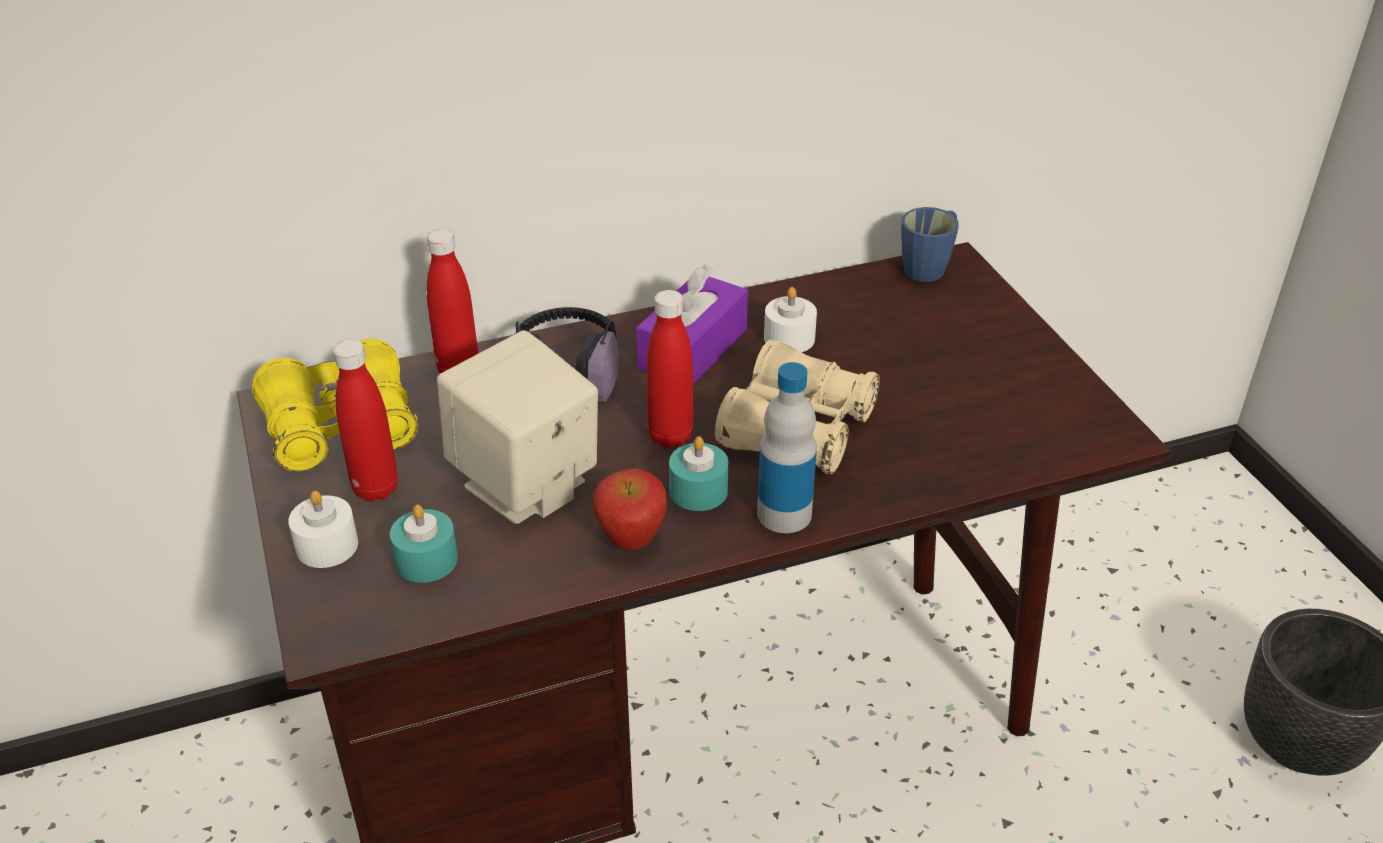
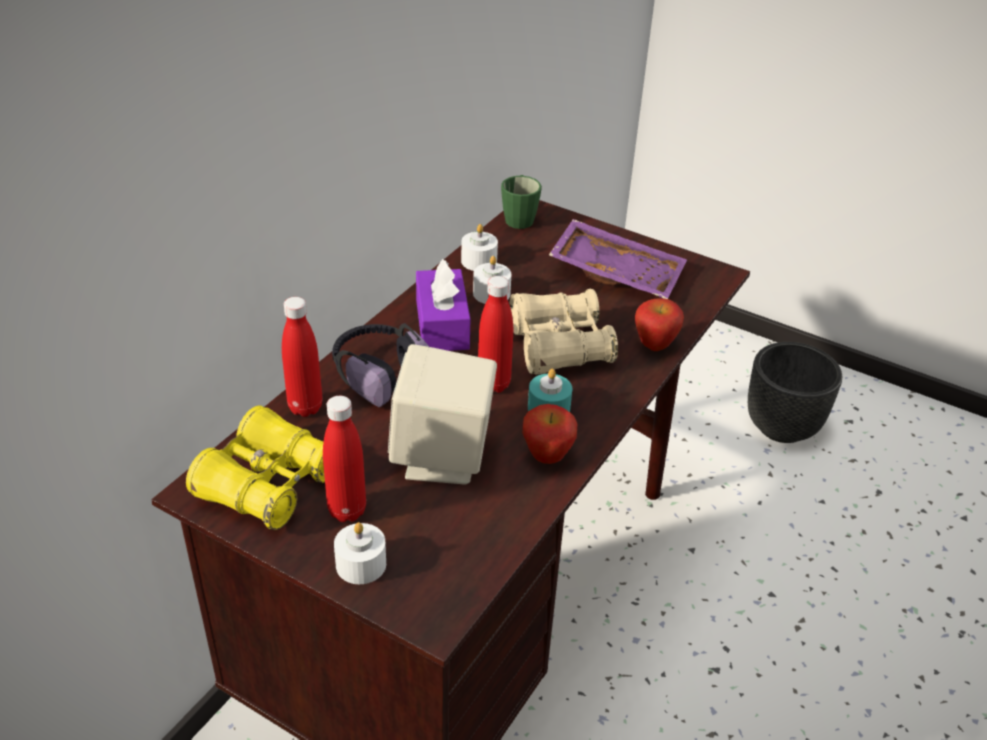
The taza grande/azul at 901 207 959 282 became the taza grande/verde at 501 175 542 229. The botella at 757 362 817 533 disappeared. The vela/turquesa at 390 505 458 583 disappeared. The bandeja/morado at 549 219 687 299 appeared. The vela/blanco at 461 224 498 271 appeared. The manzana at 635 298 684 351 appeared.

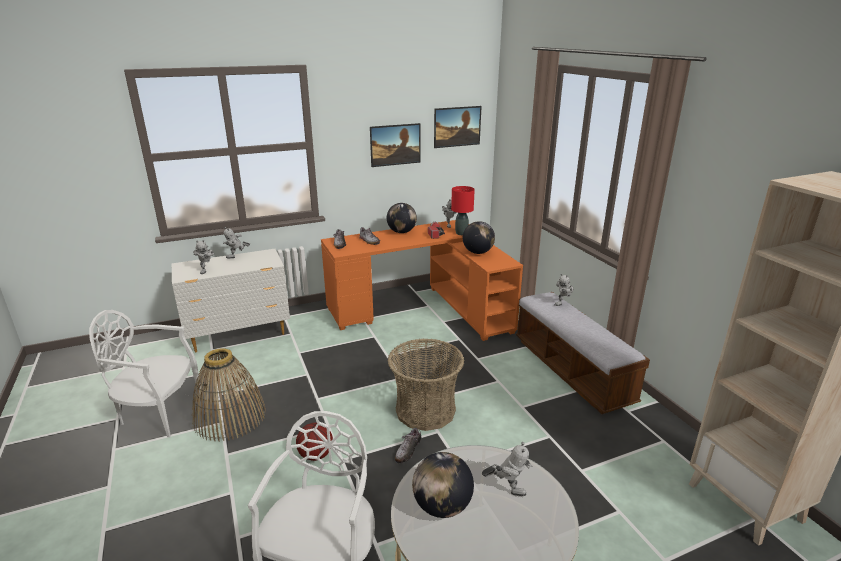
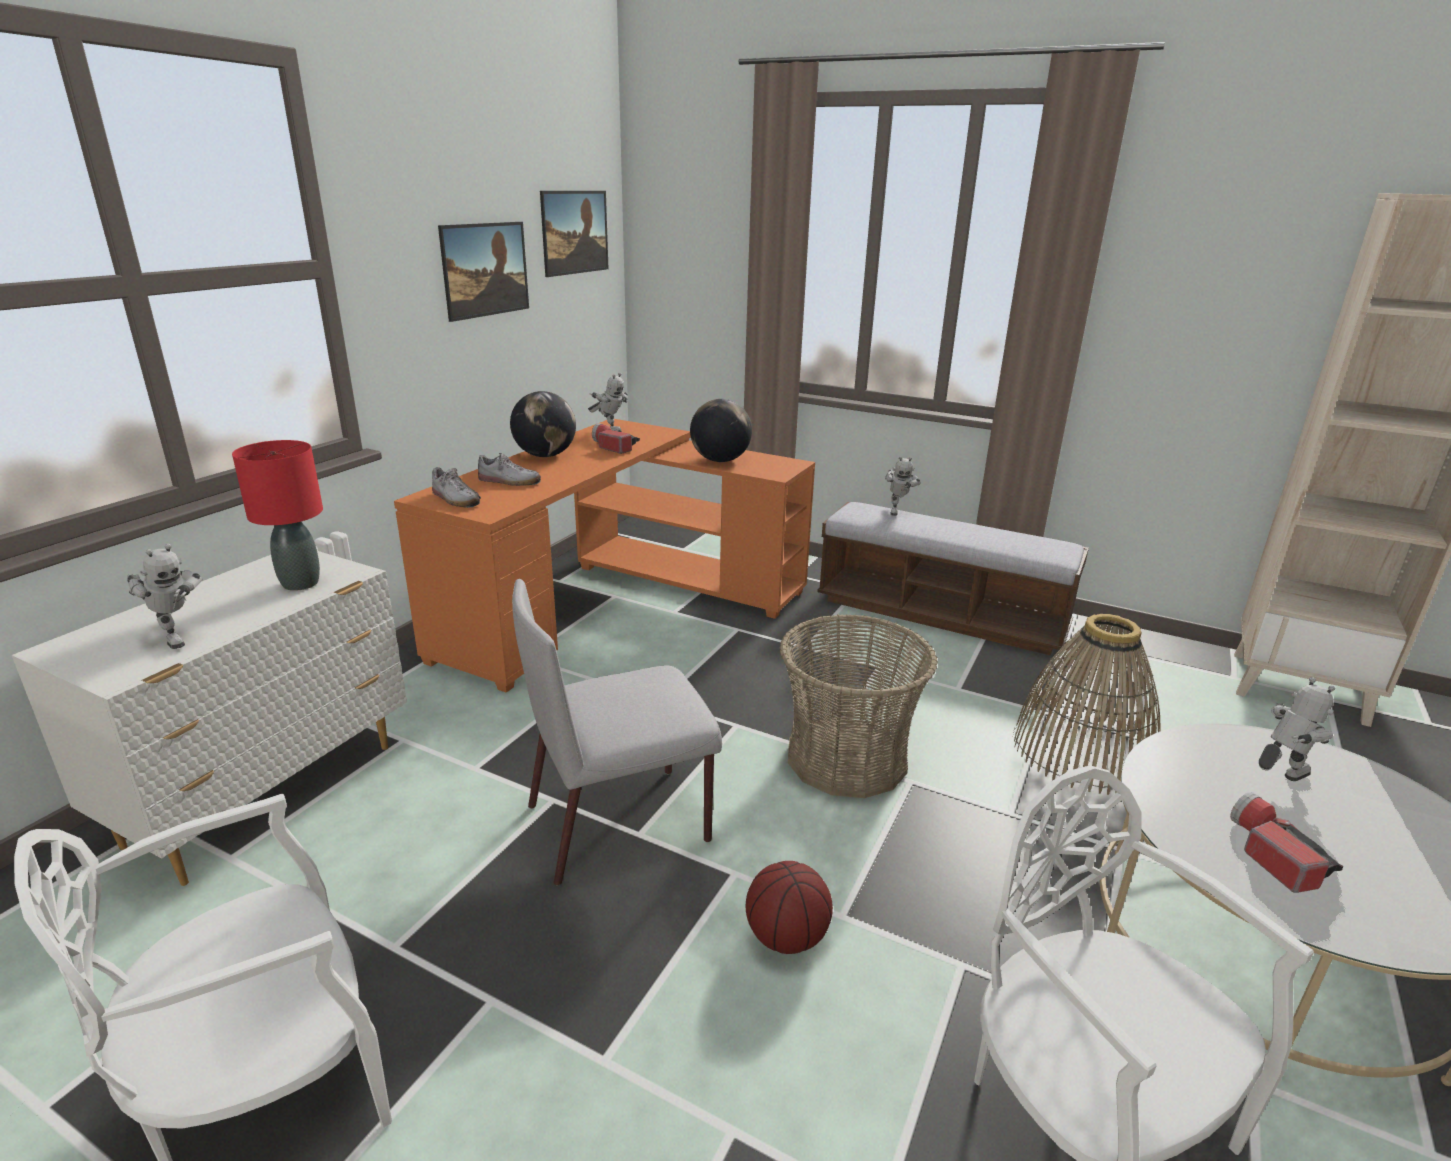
The lámpara de mesa/rojo moved from 451 186 475 235 to 232 440 323 591. The robot de juguete at 223 227 250 259 disappeared. The cesta moved from 192 348 266 442 to 1013 614 1161 795. The zapato at 395 428 421 463 disappeared. The globo terráqueo at 412 452 474 518 was replaced by the linterna at 1230 792 1344 893. The silla/gris at 512 579 722 886 appeared.

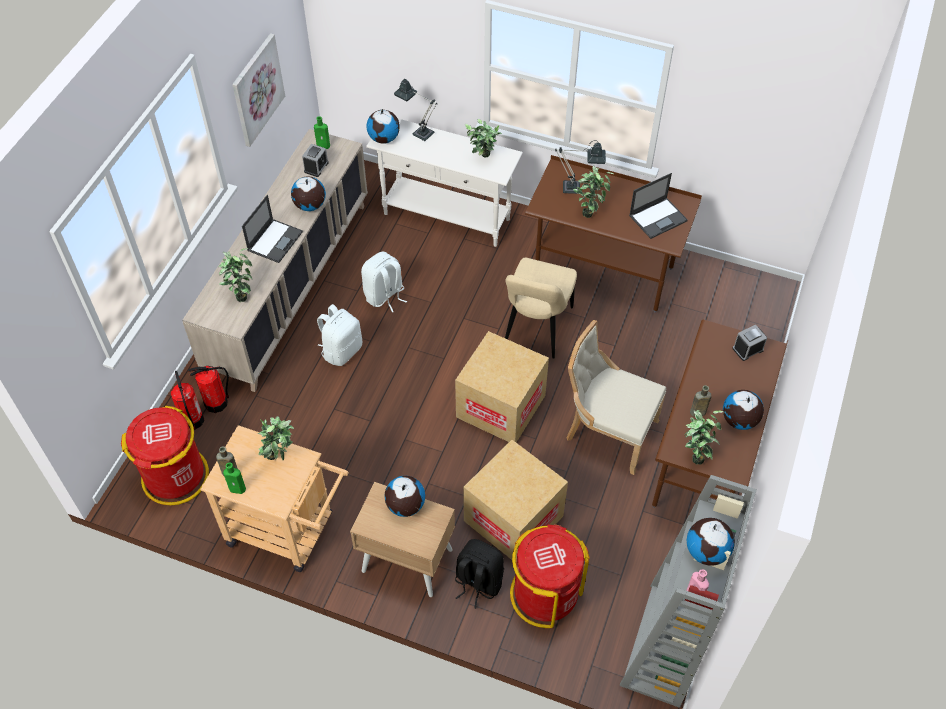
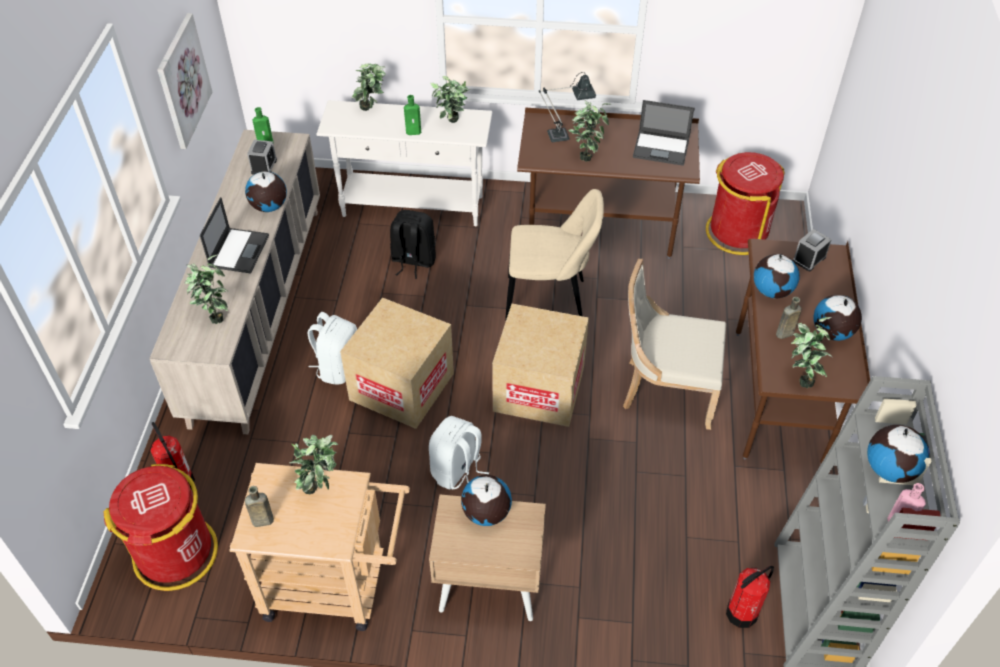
The lámpara de mesa at 394 79 437 141 was replaced by the planta en maceta at 352 63 386 111. The globo terráqueo moved from 366 109 400 144 to 754 254 800 298. The portátil at 629 173 688 239 turned 60 degrees clockwise. The mochila/blanco moved from 361 252 407 313 to 429 416 489 490. The silla/beis at 505 258 577 359 turned 90 degrees counterclockwise. The extintor moved from 188 366 229 413 to 726 566 774 628. The caja de cartón moved from 463 440 568 561 to 340 297 454 429. The botella/verde moved from 223 462 246 494 to 404 95 421 135. The papelera/rojo moved from 510 524 590 628 to 706 152 784 255. The mochila/negro moved from 455 539 504 609 to 390 210 436 279.

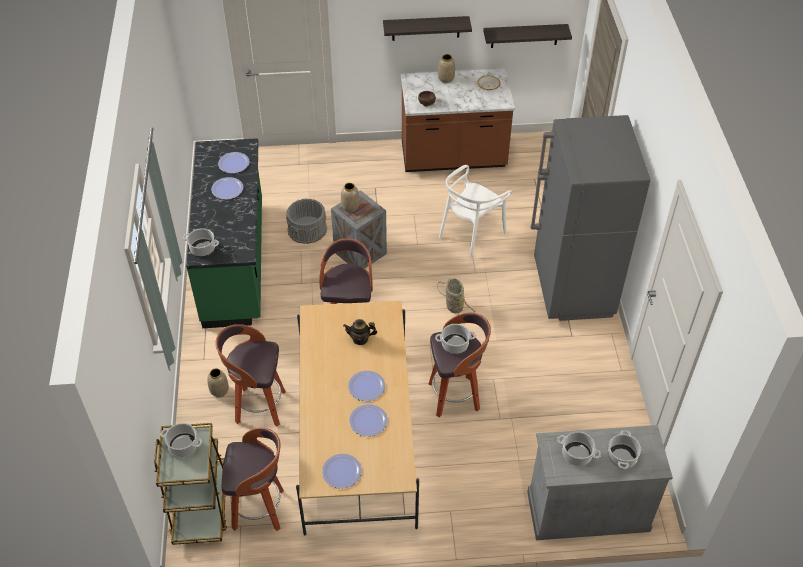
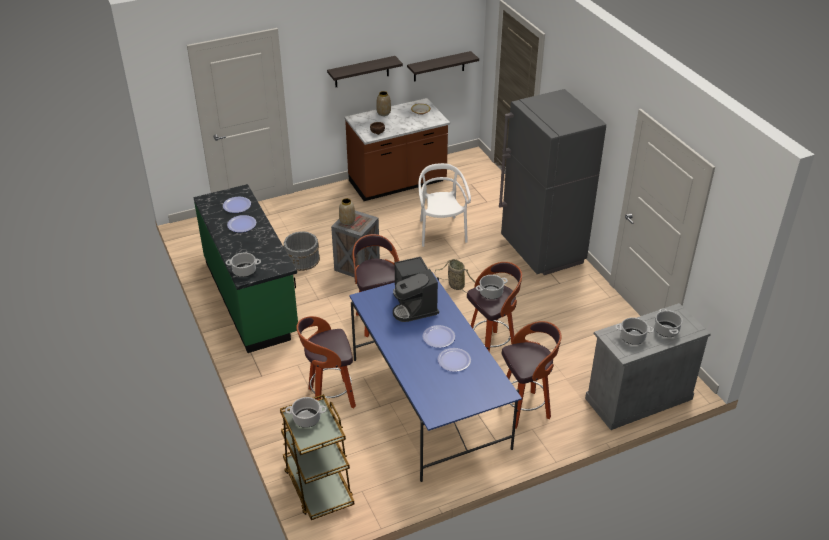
The silla/blanco at 439 165 512 258 turned 150 degrees clockwise. The mesa de comedor/beis at 296 301 419 536 became the mesa de comedor/azul at 349 272 522 482. The tetera at 343 319 377 345 was replaced by the cafetera at 393 257 439 322. The florero at 207 368 229 397 disappeared. The taburete moved from 222 428 284 531 to 502 321 562 429. The plato at 322 454 362 489 disappeared.

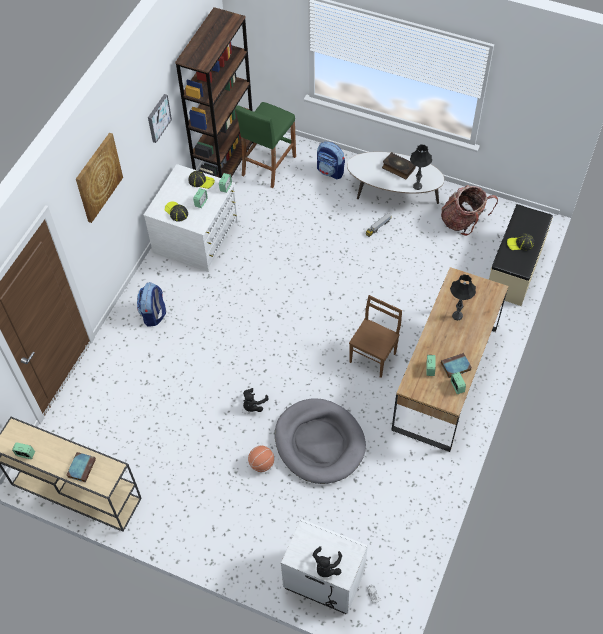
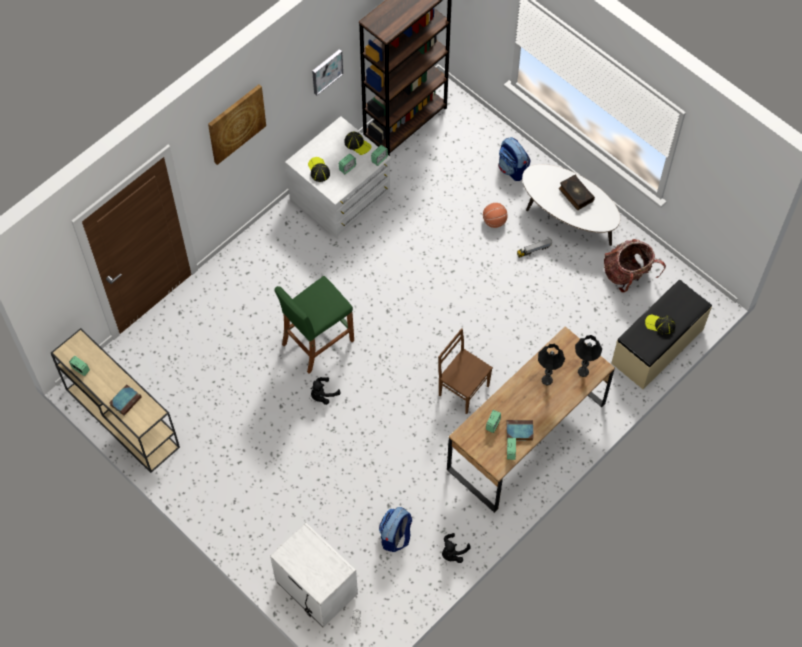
The taburete/verde moved from 235 102 296 188 to 274 276 354 373. The lámpara de mesa/negro moved from 410 144 432 190 to 575 335 602 377. The mochila moved from 137 282 166 327 to 379 507 412 552. The silla/marrón at 349 295 402 378 turned 105 degrees counterclockwise. The cama para perro/gris at 275 398 366 484 disappeared. The balón de baloncesto moved from 248 445 274 472 to 483 203 508 228. The peluche/negro moved from 313 546 342 577 to 442 533 470 563.

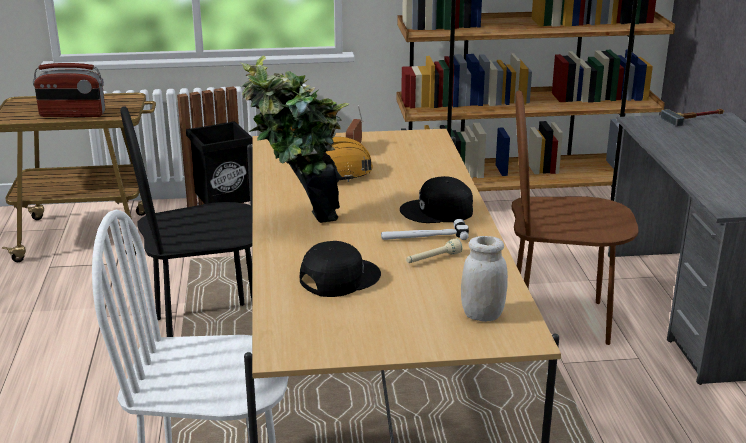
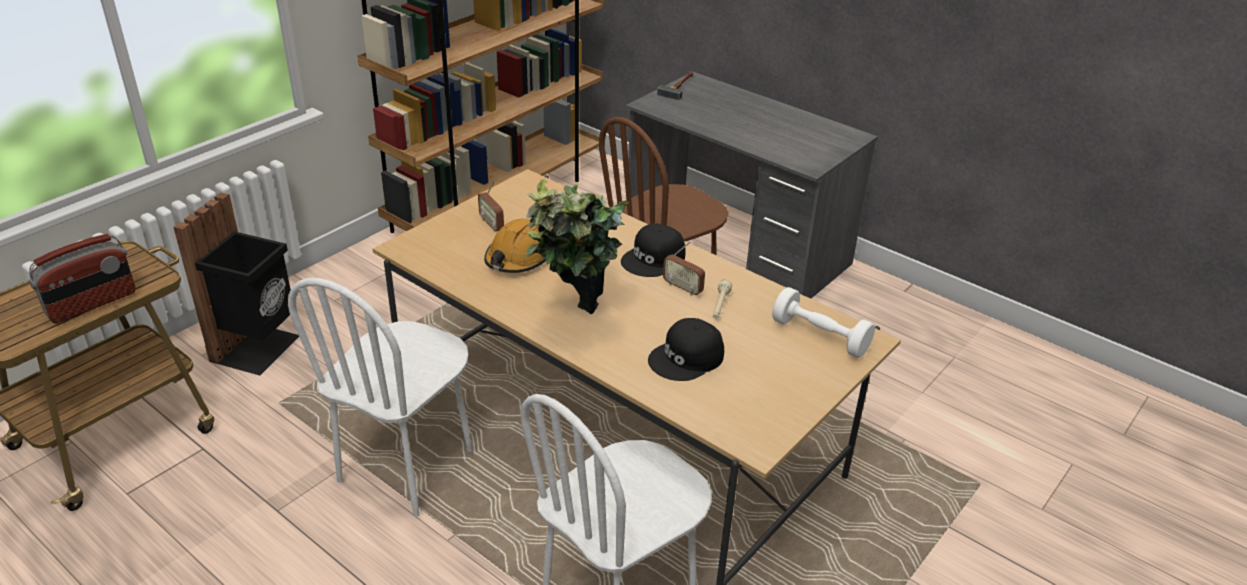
The silla/negro at 120 106 252 337 became the silla/blanco at 288 278 472 517. The martillo at 381 219 469 240 was replaced by the radio at 663 241 705 296. The tarro/blanco at 461 236 508 322 was replaced by the mancuerna/blanco at 772 287 875 358. The gorra/negro at 300 241 381 297 turned 135 degrees counterclockwise.

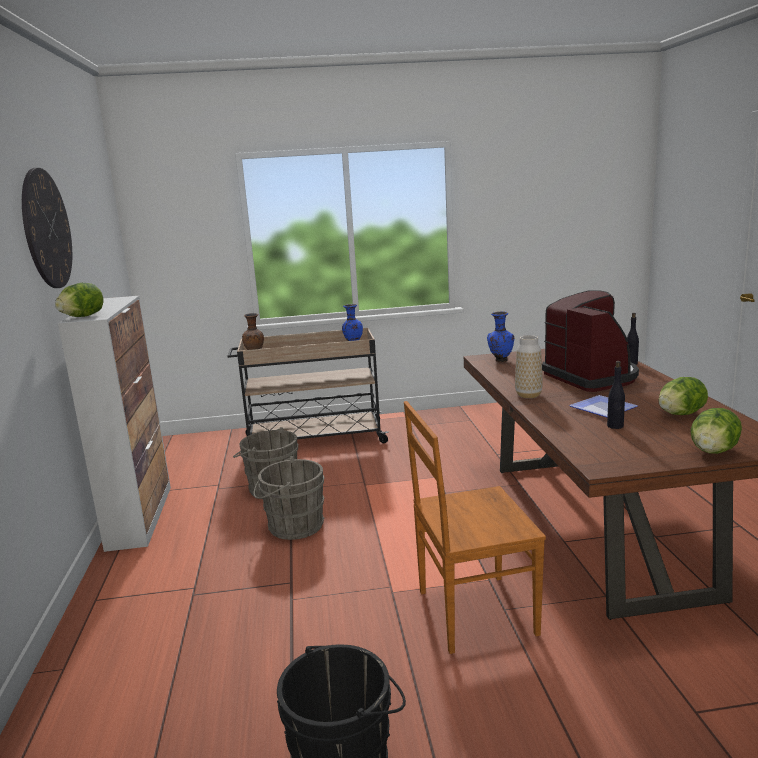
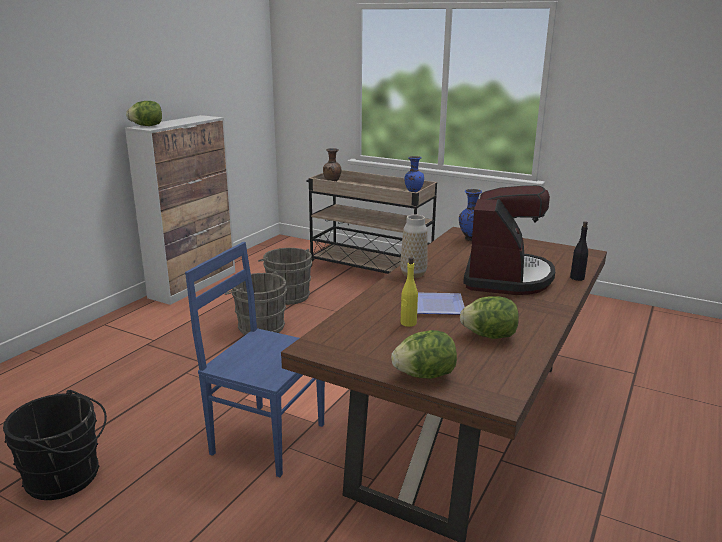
The reloj de pared at 22 168 72 288 disappeared. The botella/negro at 607 361 625 429 became the botella/amarillo at 401 257 418 327. The silla/marrón at 404 401 546 654 became the silla/azul at 185 242 325 477.

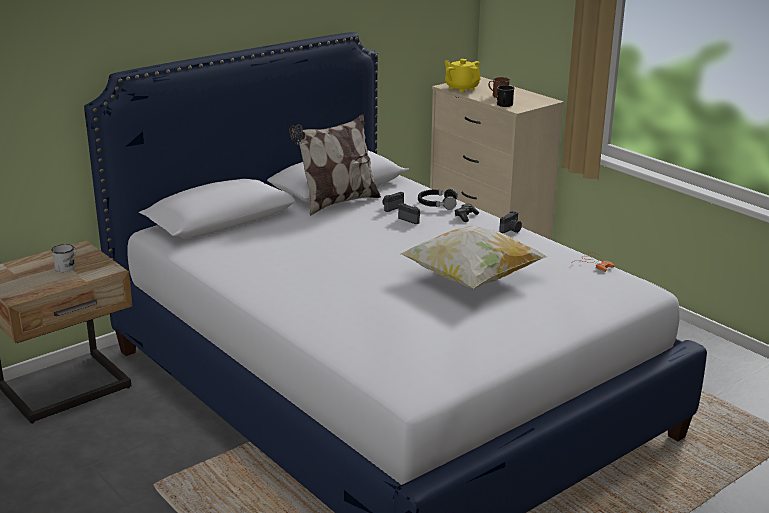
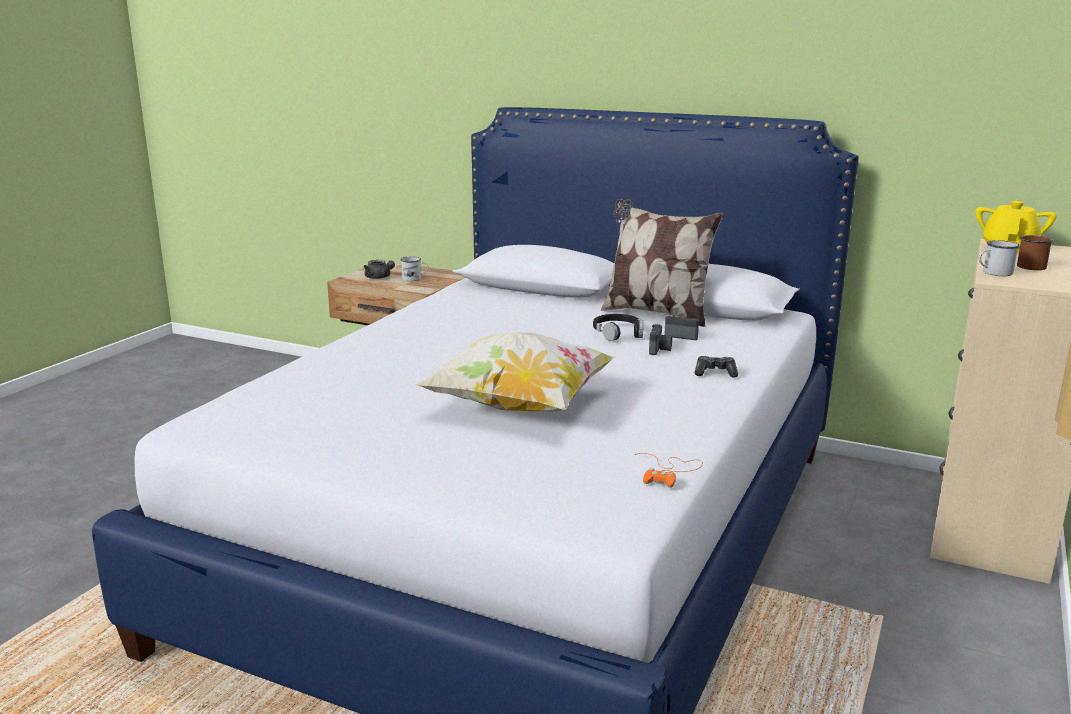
The taza grande/negro at 497 85 515 107 became the taza grande/blanco at 979 240 1020 276. The auriculares/negro moved from 418 188 458 210 to 593 314 643 341. The cámara at 499 211 522 233 disappeared. The tetera/gris at 364 260 395 279 appeared.

